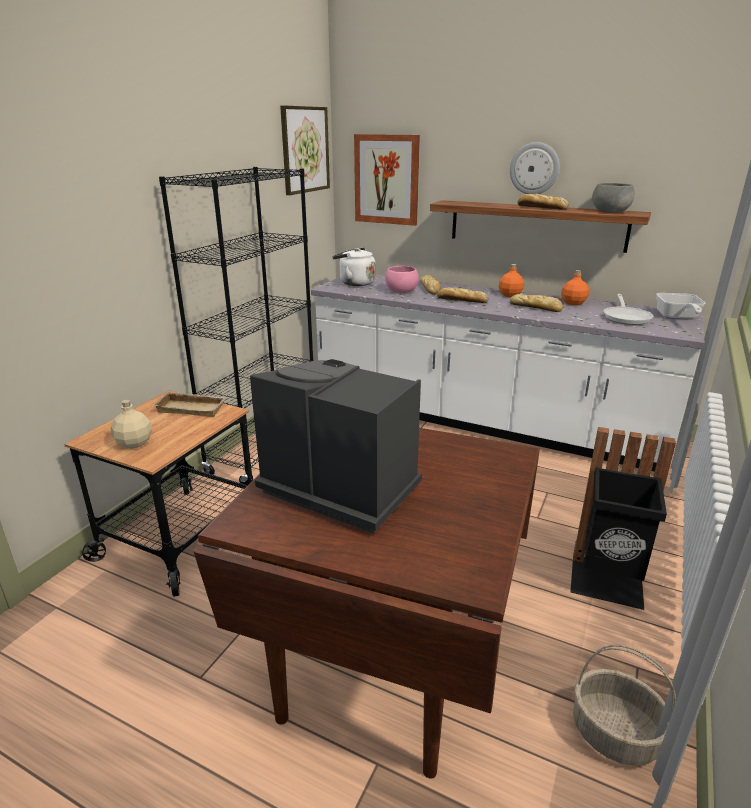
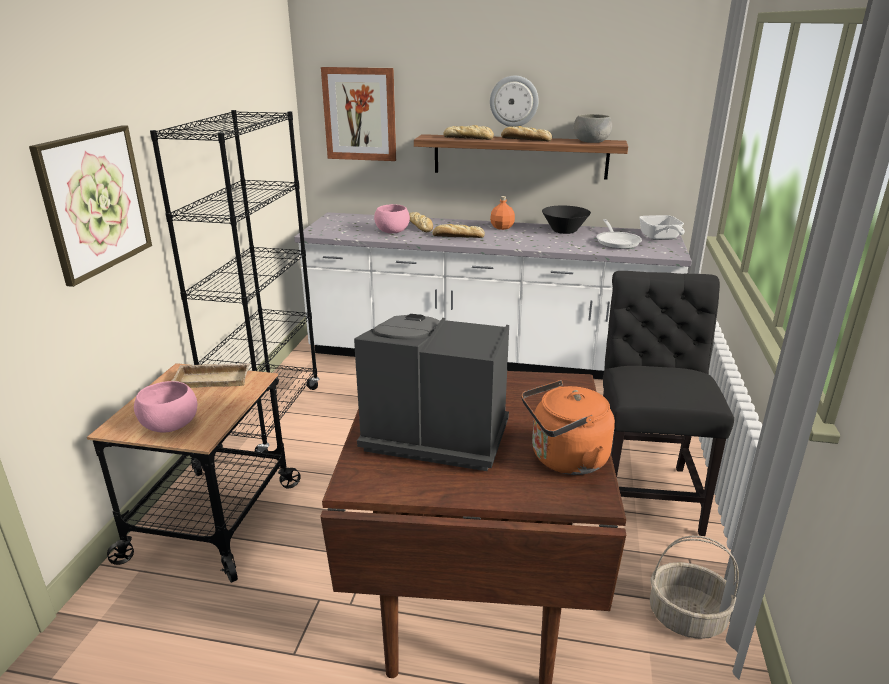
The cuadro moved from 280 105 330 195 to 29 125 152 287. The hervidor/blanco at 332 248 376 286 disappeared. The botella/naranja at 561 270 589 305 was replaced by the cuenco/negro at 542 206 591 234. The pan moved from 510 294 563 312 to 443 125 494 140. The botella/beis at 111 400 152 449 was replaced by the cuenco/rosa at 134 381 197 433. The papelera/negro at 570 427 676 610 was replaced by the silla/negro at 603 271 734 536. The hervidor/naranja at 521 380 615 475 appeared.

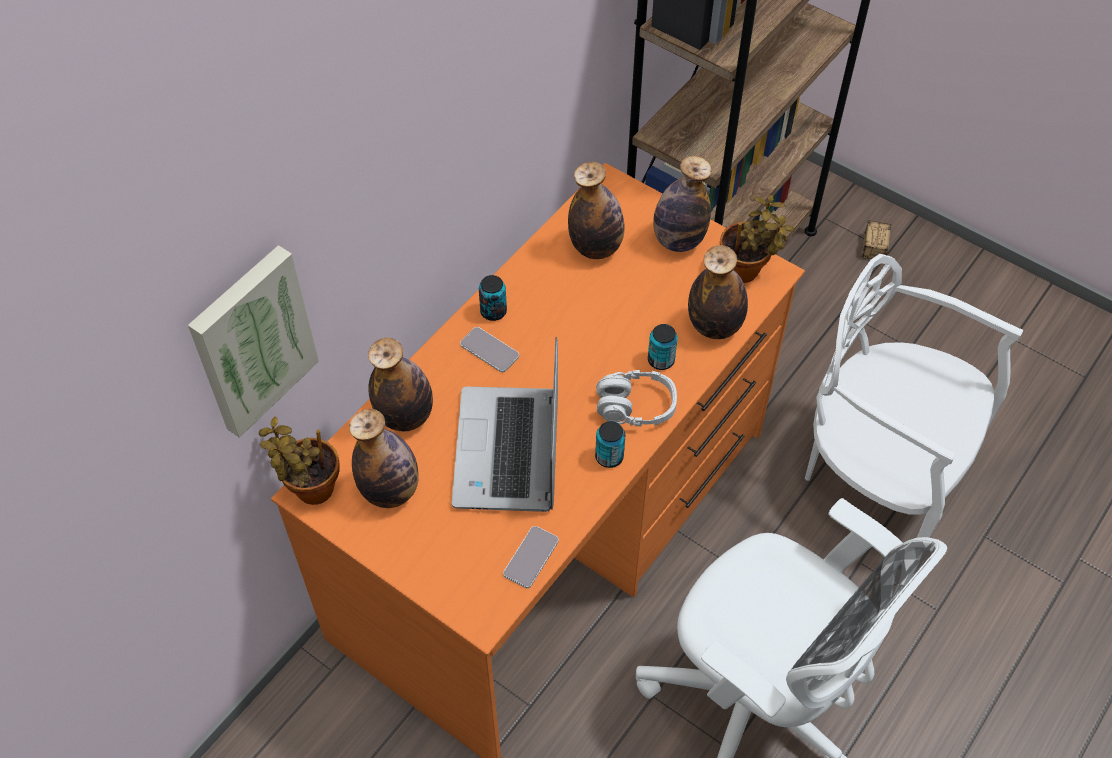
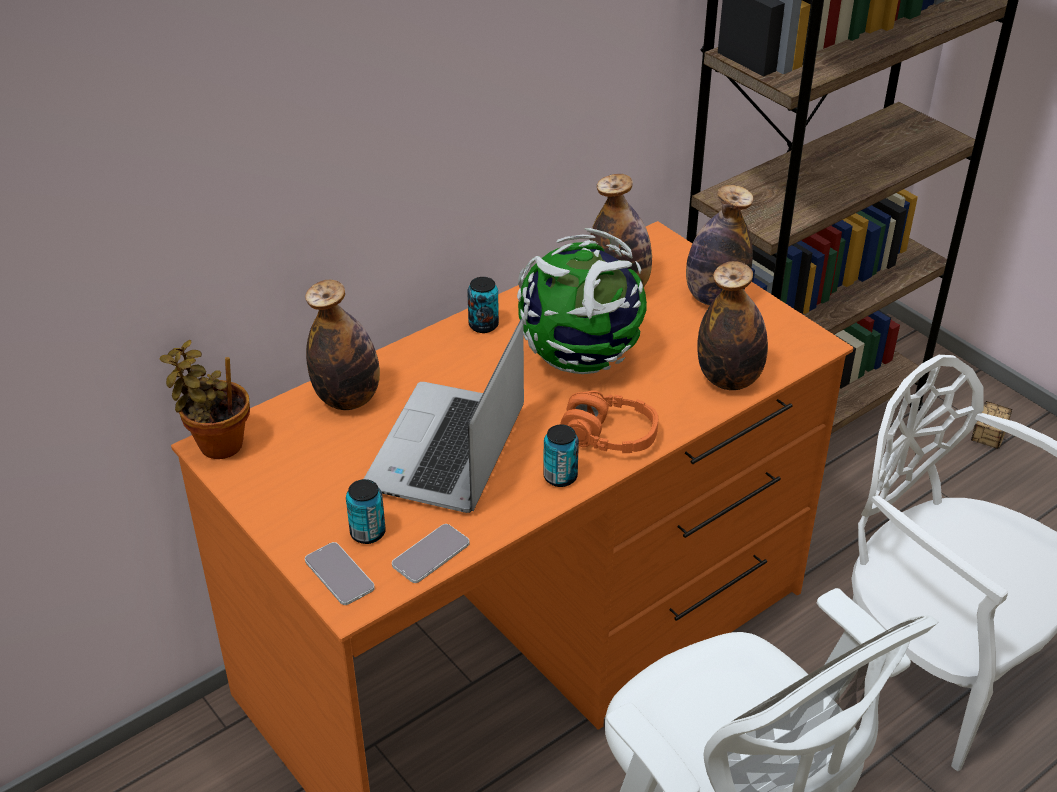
The planta en maceta at 720 195 794 283 disappeared. The cuadro at 188 245 319 438 disappeared. The lata moved from 648 324 678 370 to 346 479 386 544. The móvil moved from 460 327 519 372 to 305 542 375 605. The auriculares/gris at 596 370 677 426 became the auriculares/naranja at 560 390 658 453. The botella at 349 409 419 508 disappeared. The globo terráqueo at 517 228 647 374 appeared.

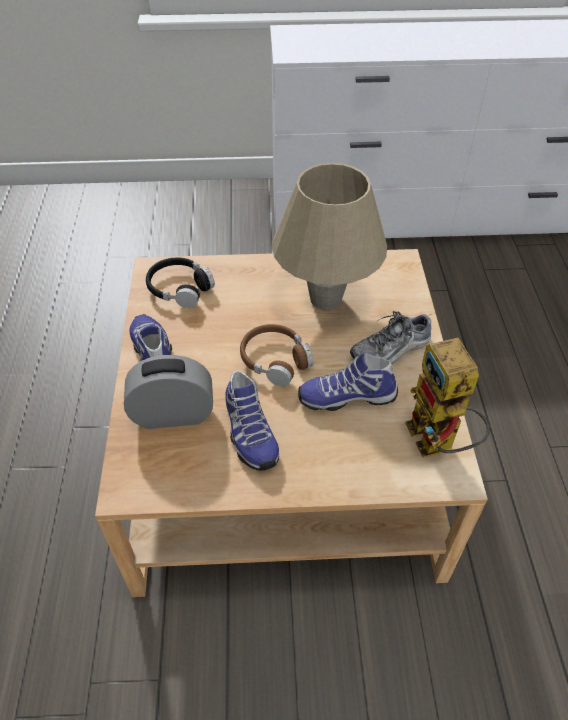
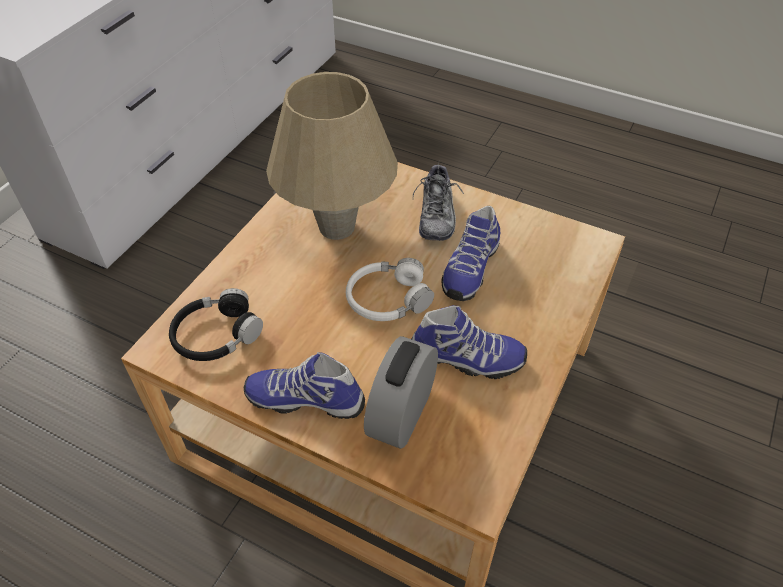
The auriculares/marrón at 240 324 313 386 became the auriculares/blanco at 346 258 434 321. The robot de juguete at 405 338 490 458 disappeared.

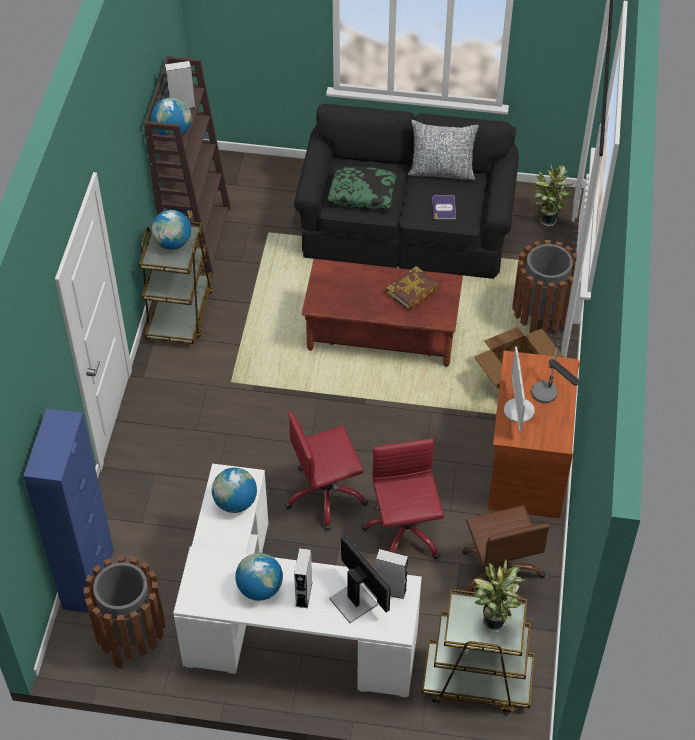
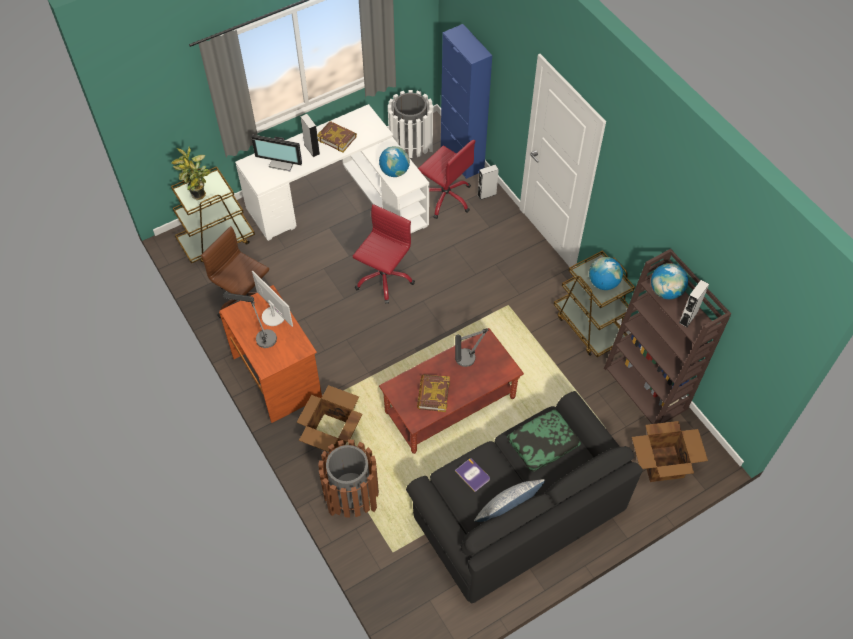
The planta en maceta at 532 165 574 226 disappeared. The silla de oficina/rojo moved from 362 438 444 559 to 418 140 475 219. The altavoz/gris moved from 376 549 408 599 to 478 164 499 200. The globo terráqueo at 235 553 283 601 was replaced by the libro at 317 121 357 152. The papelera/marrón at 84 556 165 669 became the papelera/blanco at 388 90 433 158. The lámpara de mesa at 455 328 488 367 appeared. The caja de cartón at 632 421 708 482 appeared.

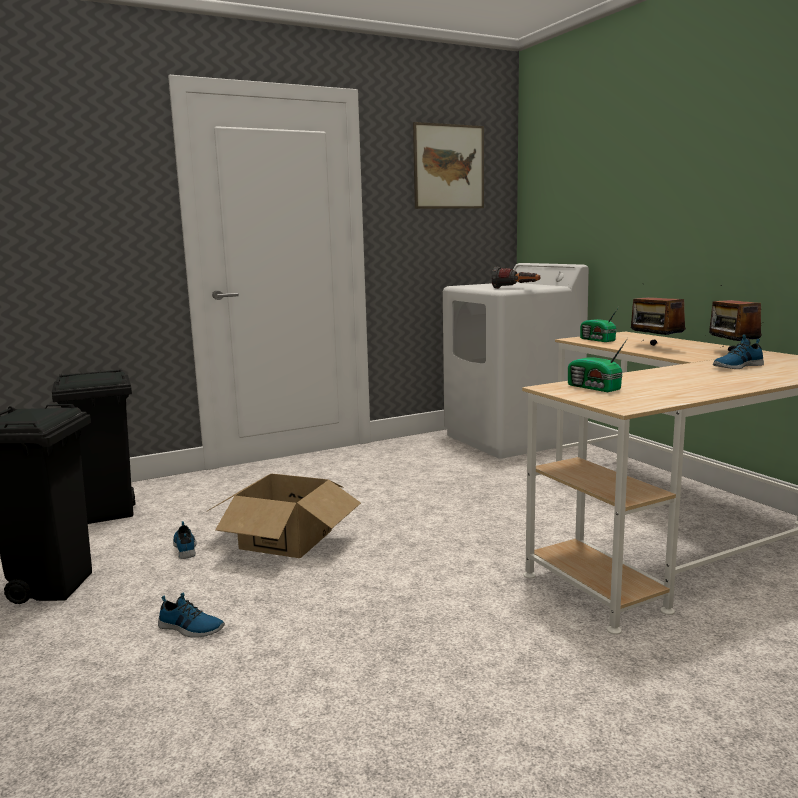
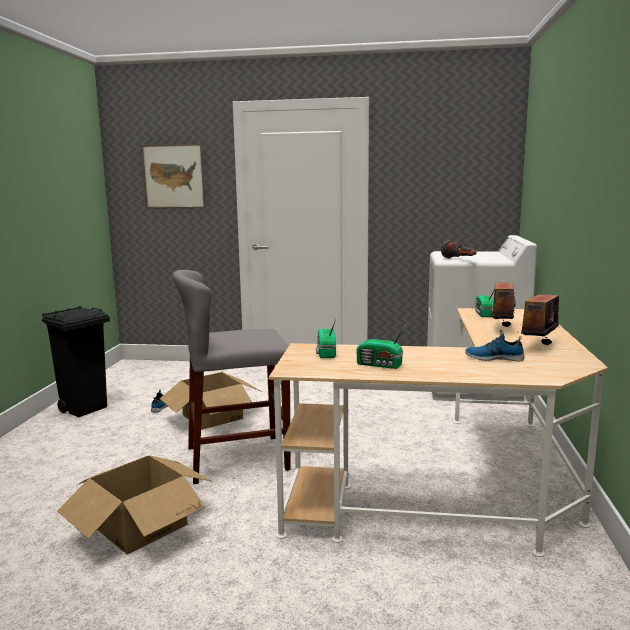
The cuadro moved from 413 122 484 209 to 141 144 206 209. The papelera/negro at 52 368 135 524 disappeared. The zapato at 158 593 225 637 disappeared. The taburete/gris at 172 270 291 484 appeared. The radio at 356 323 407 369 appeared. The caja de cartón at 57 455 213 554 appeared.

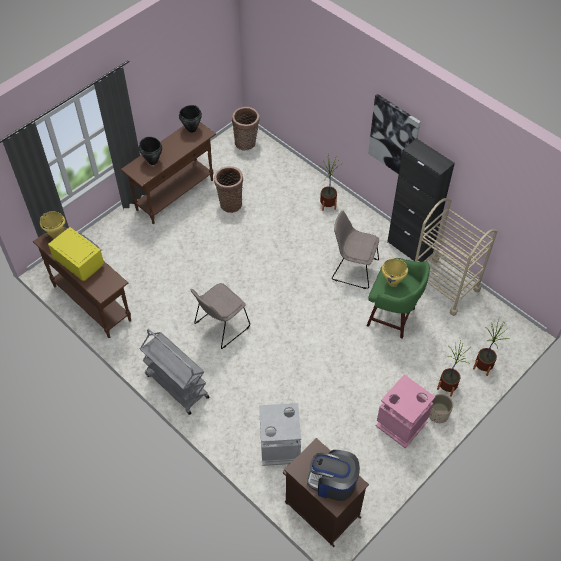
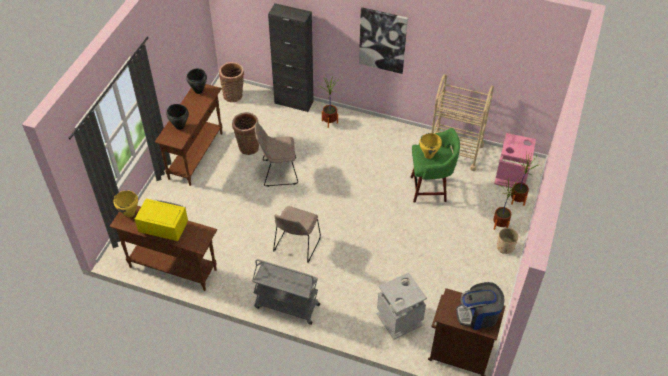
The armario/negro moved from 387 138 455 262 to 268 3 314 112. The silla/beis moved from 332 210 379 289 to 255 122 298 187. The papelera/rosa moved from 376 374 435 448 to 494 133 536 188.

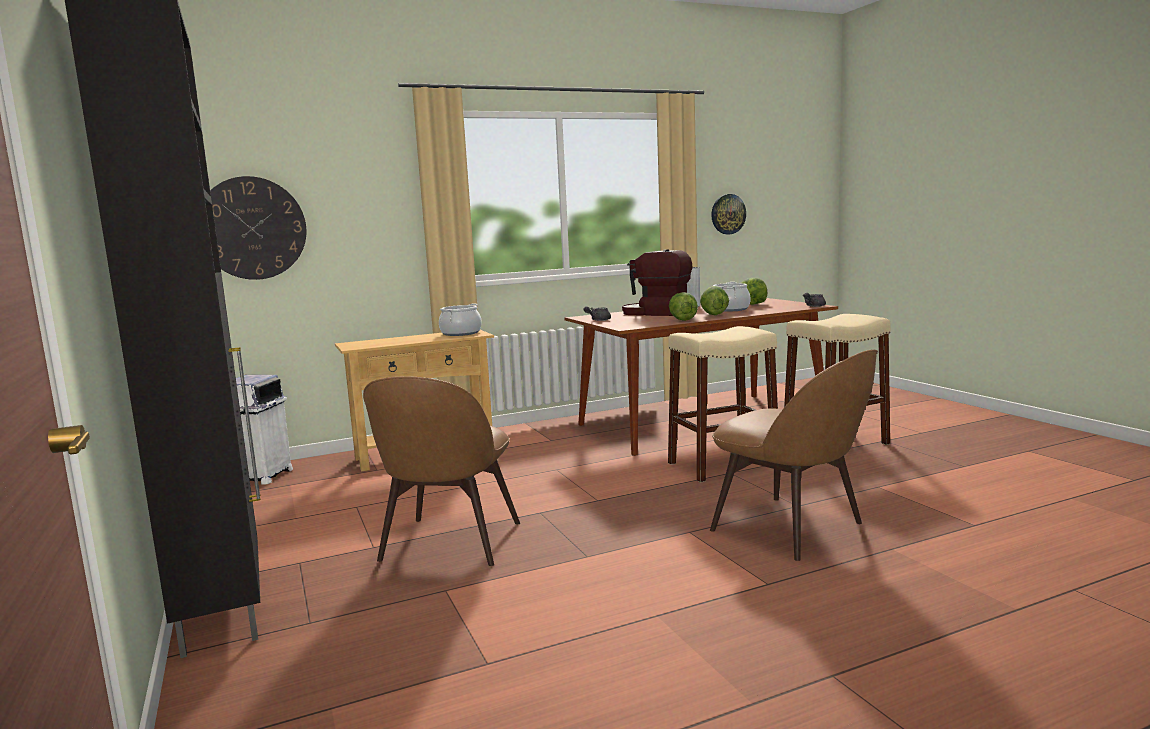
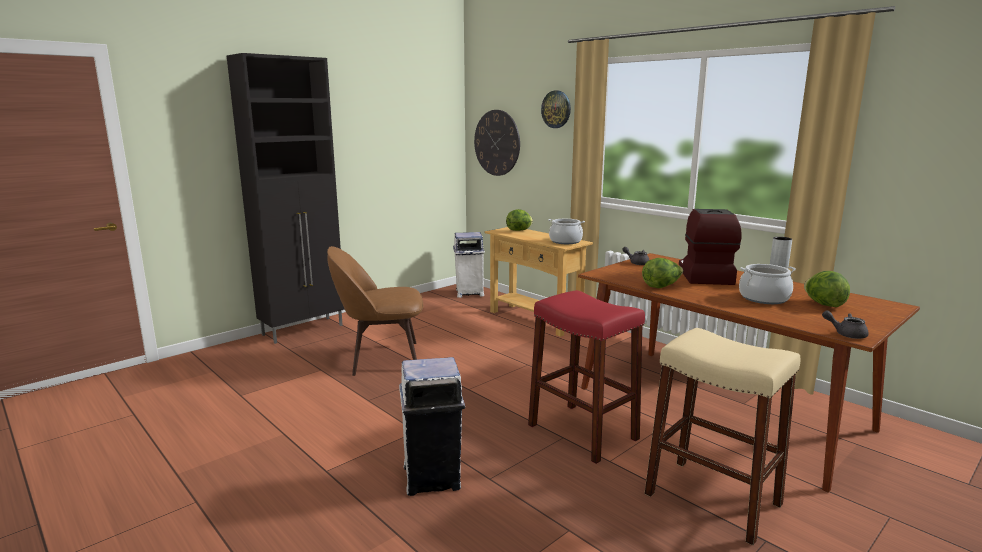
The reloj de pared moved from 711 194 746 234 to 541 90 571 128. The lechuga moved from 700 286 729 315 to 506 209 533 231. The taburete/beis at 668 326 778 482 became the taburete/rojo at 528 290 645 464. The silla/marrón at 710 350 878 561 was replaced by the papelera/blanco at 399 357 465 496.

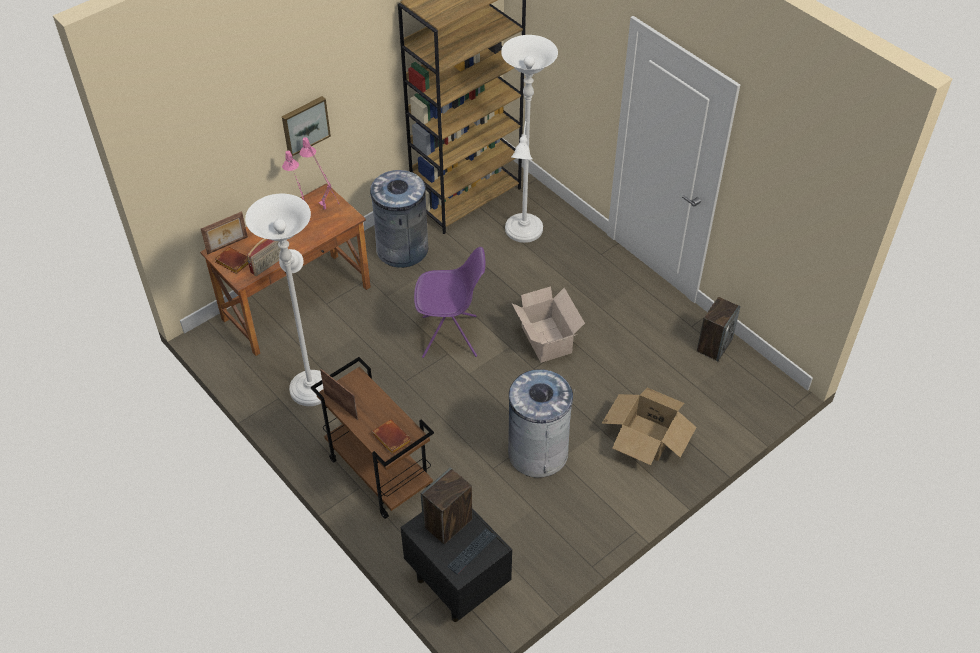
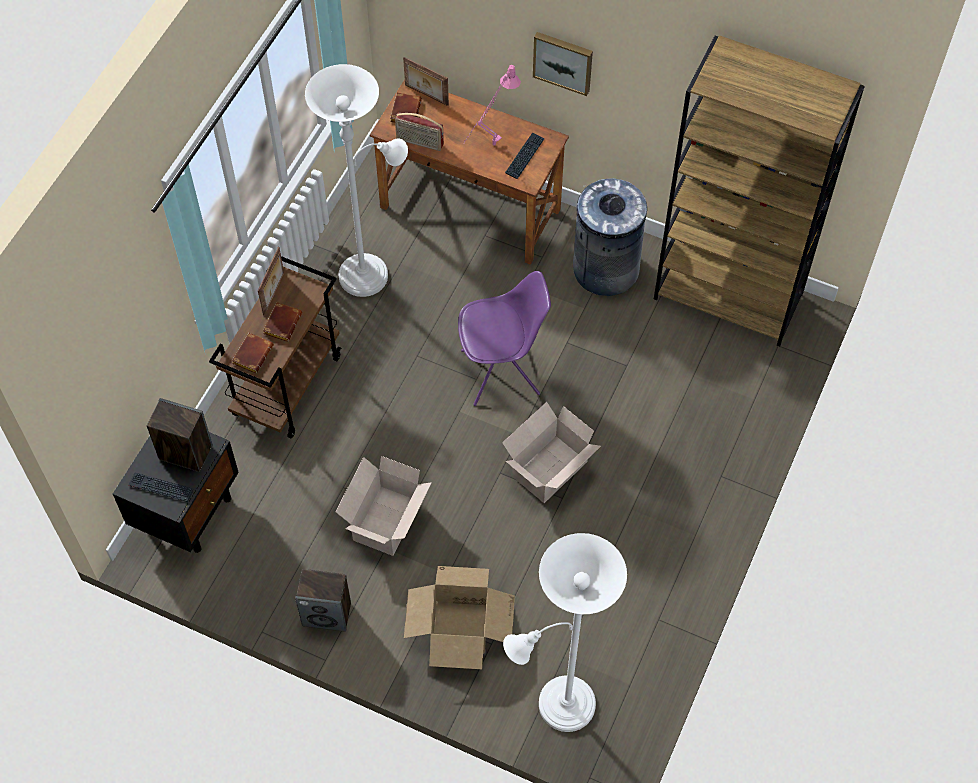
The lámpara de pie/blanco moved from 501 35 558 243 to 503 533 627 732. The lámpara de mesa/rosa at 299 137 340 210 was replaced by the teclado at 505 132 545 179. The silla/morado at 414 247 486 358 turned 75 degrees counterclockwise. The altavoz moved from 697 297 741 362 to 295 569 351 632. The papelera/gris at 508 369 573 478 was replaced by the caja de cartón at 335 456 432 556. The libro/marrón at 263 302 302 342 appeared.

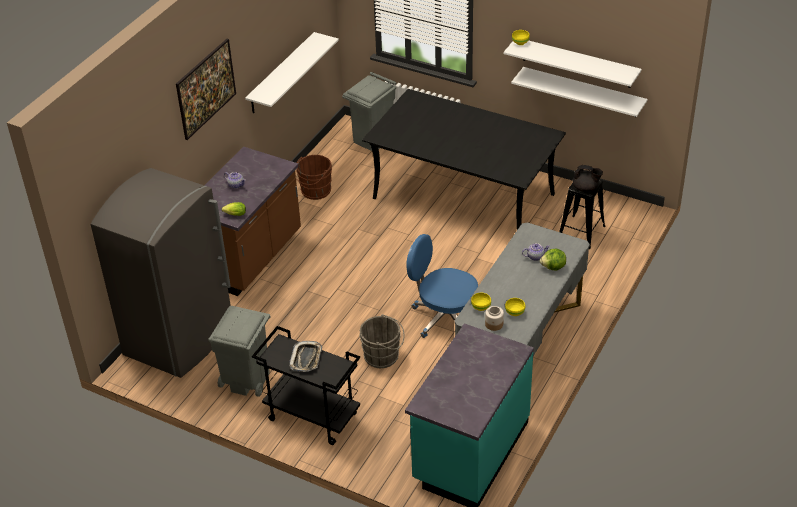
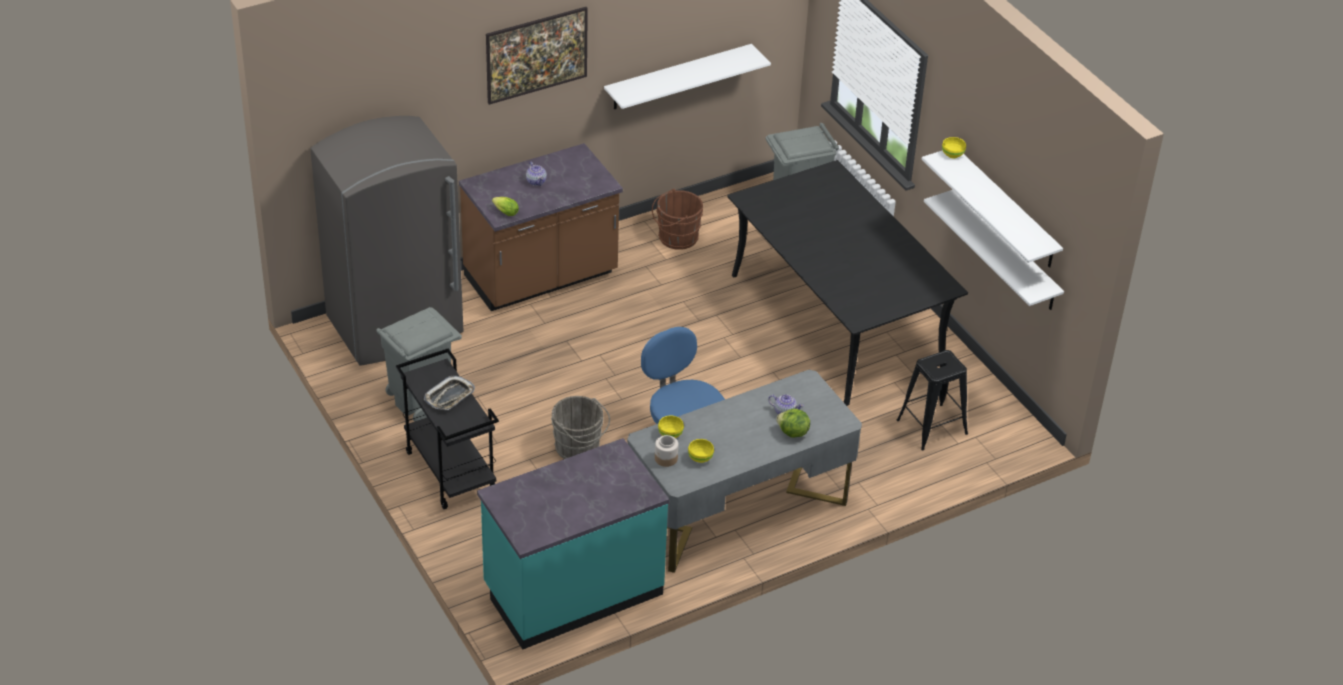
The tetera/negro at 572 165 603 192 disappeared.

